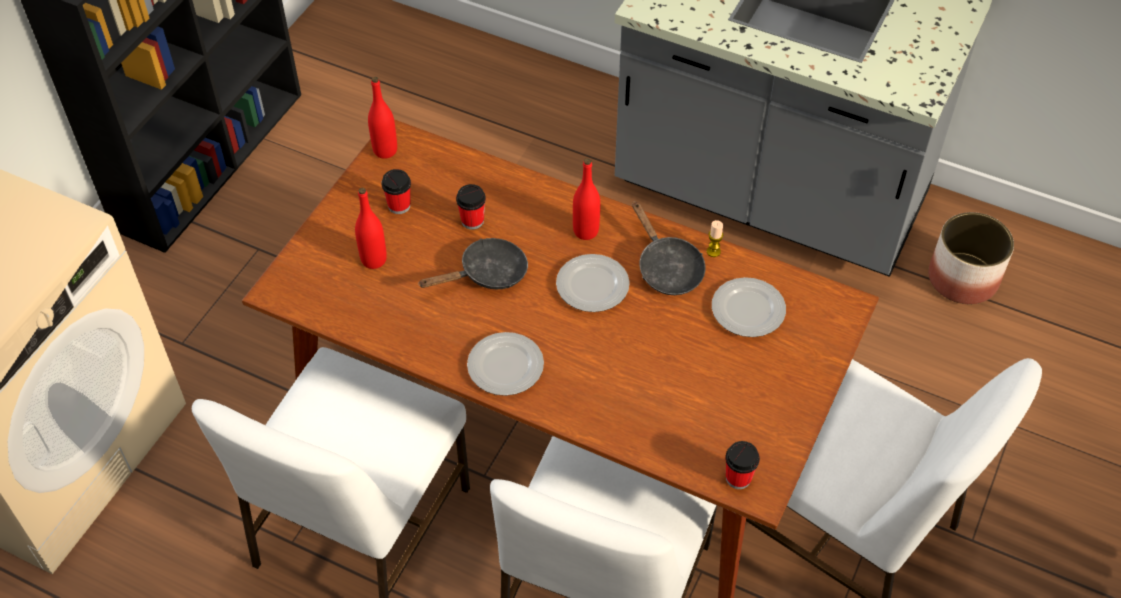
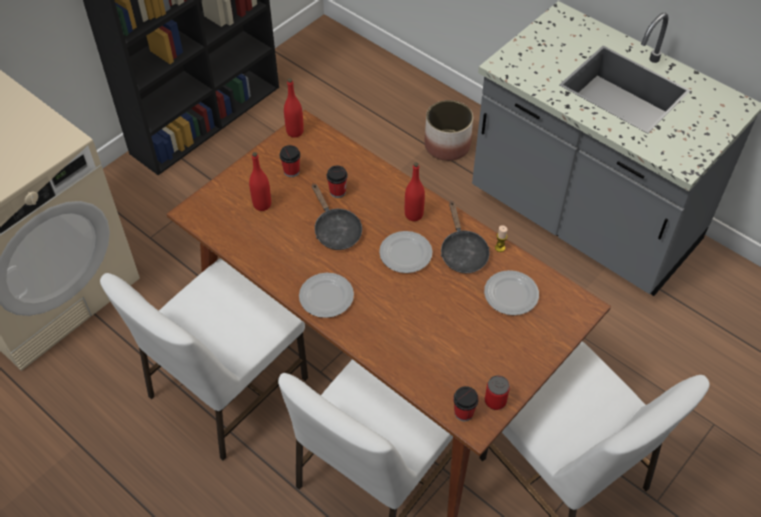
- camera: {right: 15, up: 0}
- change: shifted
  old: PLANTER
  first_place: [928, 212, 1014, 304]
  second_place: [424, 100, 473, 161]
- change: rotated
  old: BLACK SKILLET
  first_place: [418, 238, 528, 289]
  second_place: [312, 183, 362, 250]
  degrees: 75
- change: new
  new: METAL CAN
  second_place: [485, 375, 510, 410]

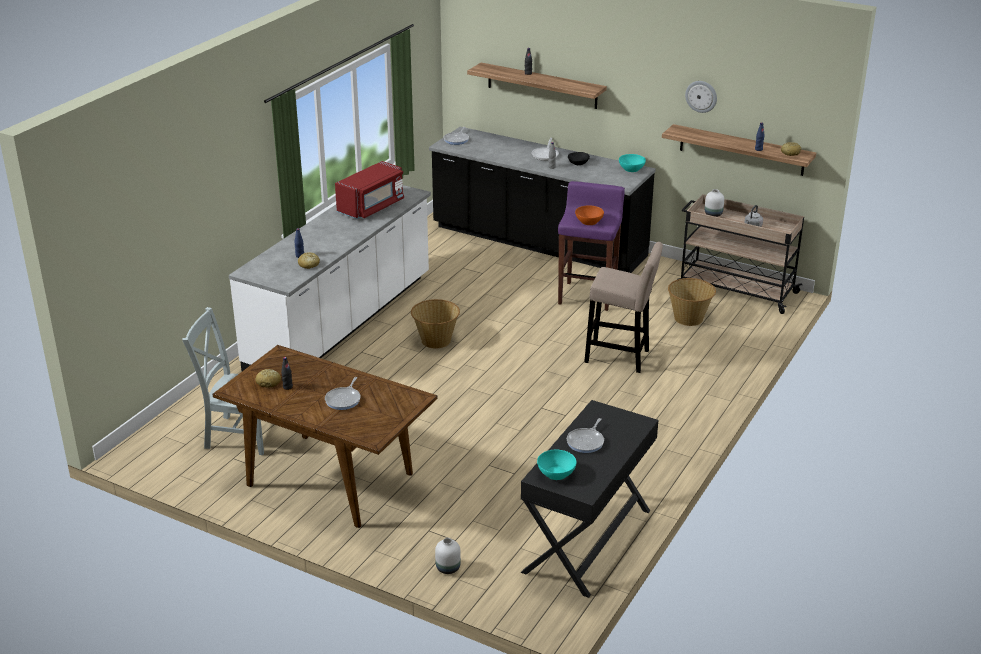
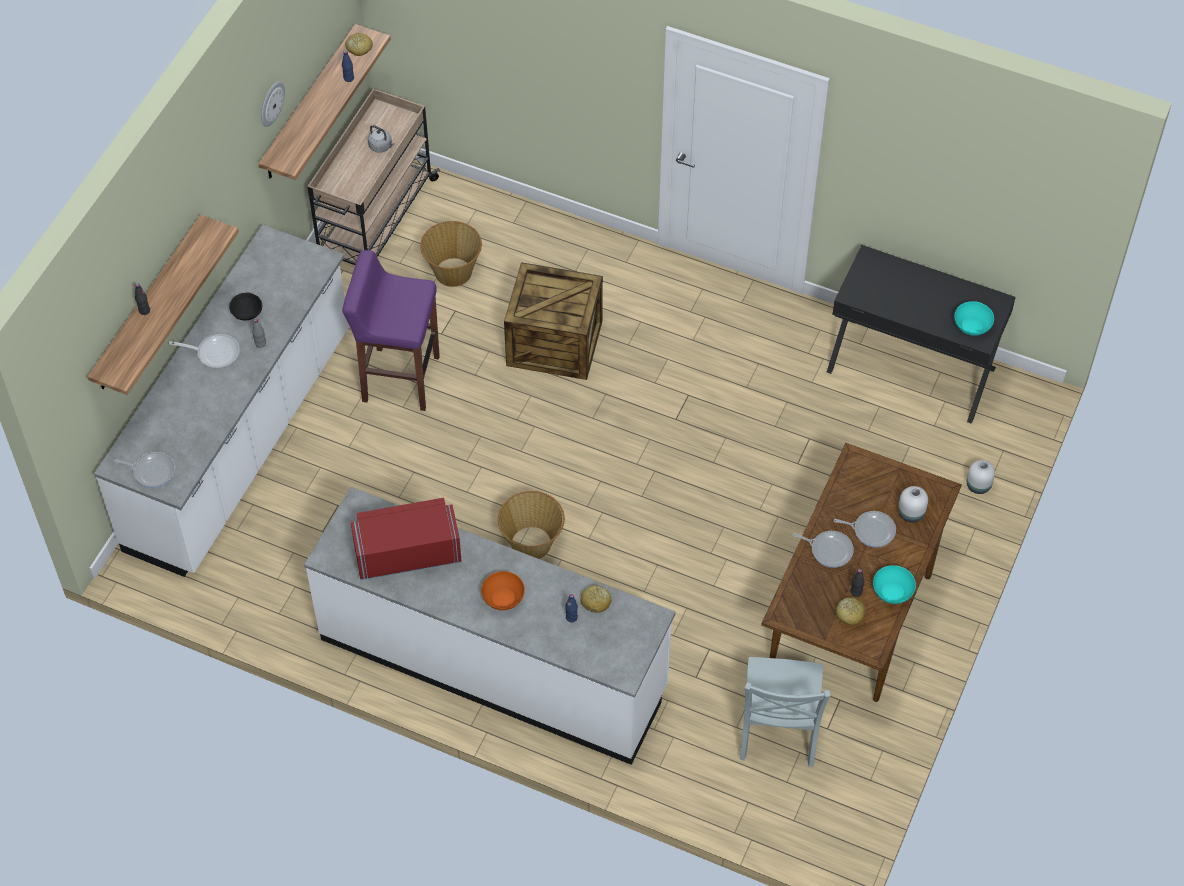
- camera: {right: -95, up: 25}
- change: repainted
  old: BLACK COUNTER
  new: WHITISH COUNTER
  first_place: [429, 127, 656, 273]
  second_place: [94, 225, 349, 577]
- change: shifted
  old: TURQUOISE-COLOURED BOWL
  first_place: [619, 154, 646, 172]
  second_place: [873, 565, 916, 604]
- change: rotated
  old: RED-COLOURED KITCHEN MICROWAVE
  first_place: [335, 161, 404, 219]
  second_place: [351, 498, 461, 580]
  degrees: -45
- change: shifted
  old: WHITISH DECORATIVE VASE
  first_place: [705, 189, 724, 217]
  second_place: [898, 486, 928, 522]
- change: shifted
  old: ORANGE-COLOURED BOWL
  first_place: [575, 205, 604, 225]
  second_place: [481, 571, 525, 610]
- change: swapped
  old: BEIGE-COLOURED SITTING STOOL
  new: PACKING CRATE
  first_place: [584, 242, 663, 373]
  second_place: [504, 262, 603, 380]
- change: shifted
  old: SKILLET
  first_place: [567, 418, 604, 453]
  second_place: [793, 531, 854, 568]

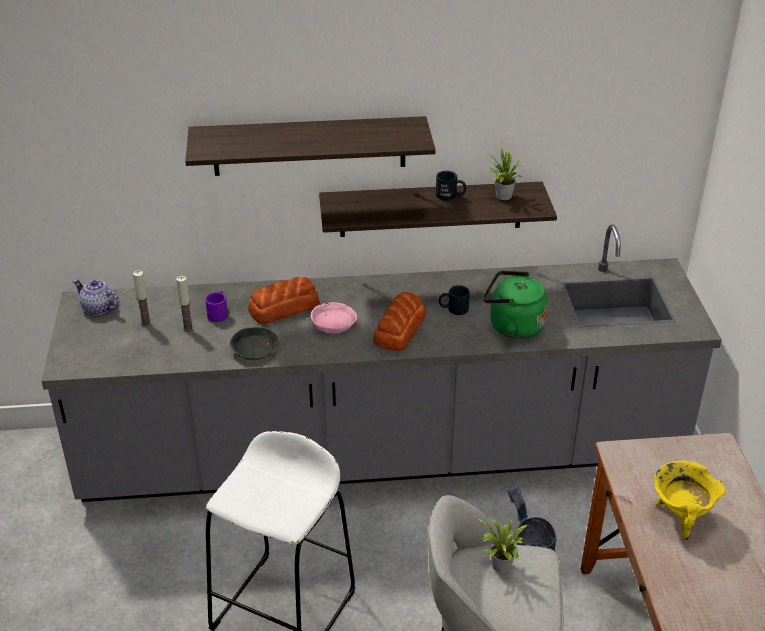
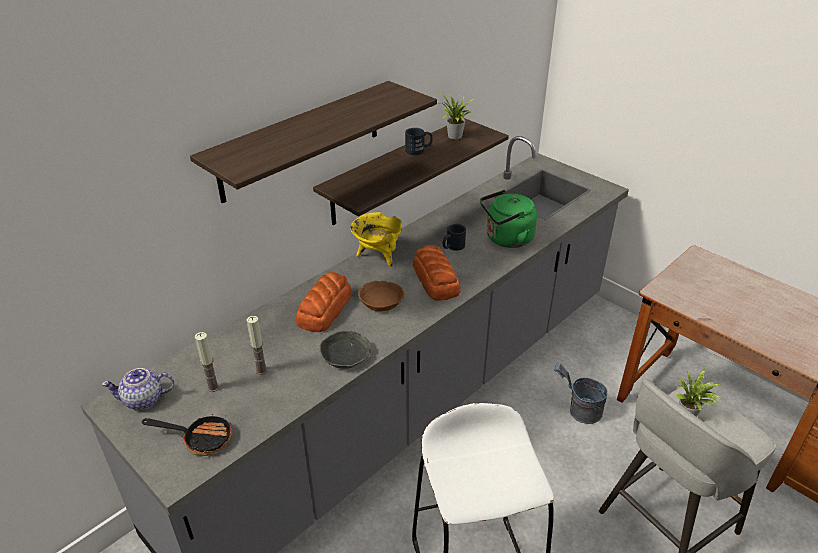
- camera: {right: -40, up: 0}
- change: gone
  old: PURPLE MUG
  first_place: [205, 291, 228, 322]
- change: repainted
  old: PINK BOWL
  new: BROWN-COLOURED BOWL
  first_place: [311, 302, 357, 333]
  second_place: [358, 281, 404, 311]
- change: shifted
  old: YELLOW-COLOURED COOKING POT
  first_place: [654, 461, 725, 540]
  second_place: [350, 212, 402, 267]
- change: new
  new: SKILLET
  second_place: [142, 414, 232, 456]

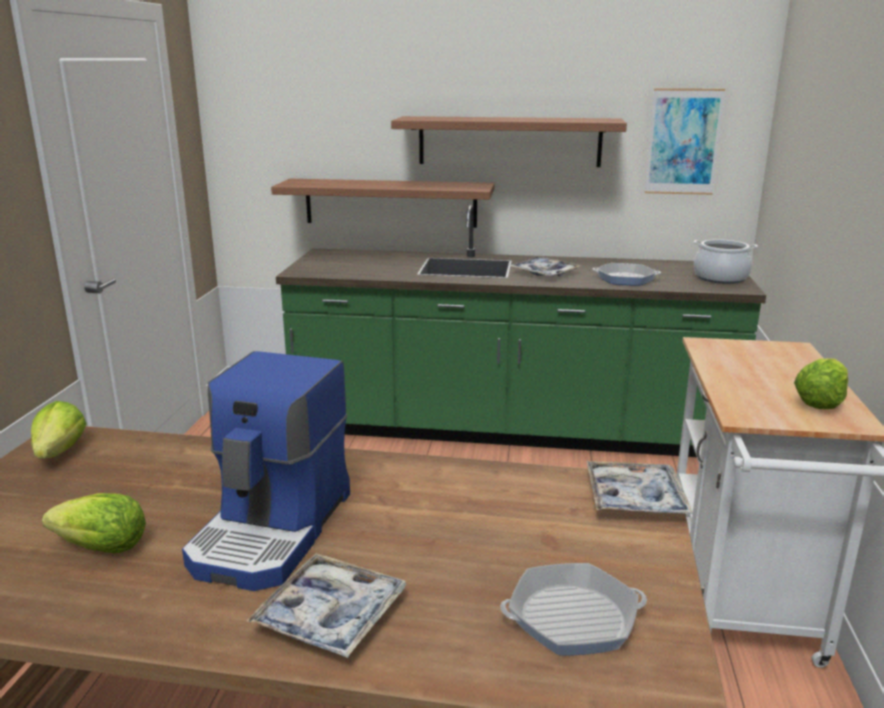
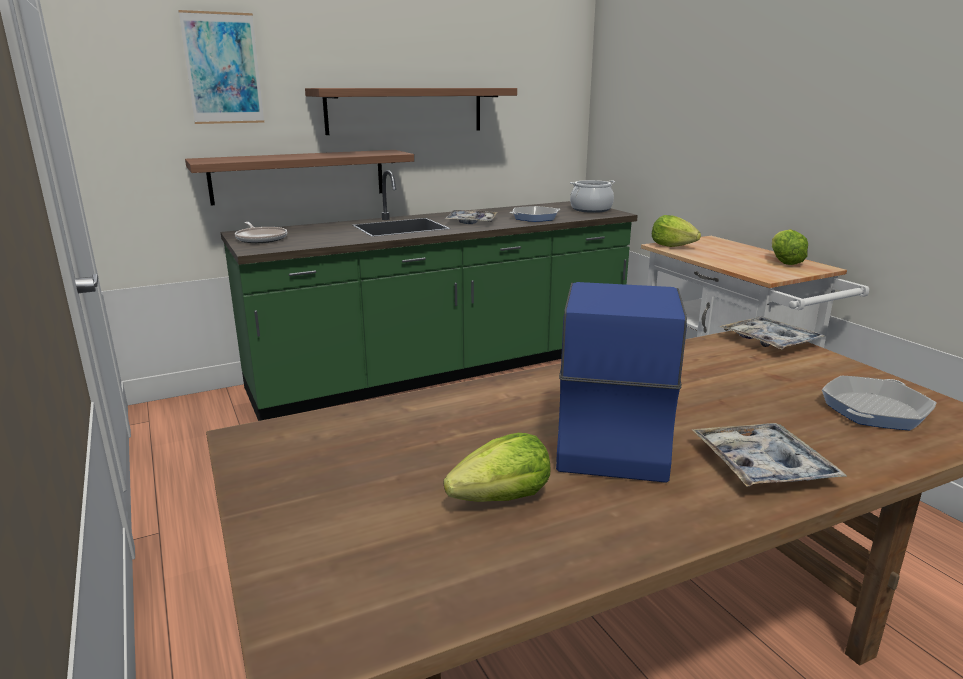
- camera: {right: -35, up: 0}
- change: shifted
  old: WALL PICTURE
  first_place: [645, 88, 725, 195]
  second_place: [178, 10, 264, 124]
- change: rotated
  old: COFFEE MAKER
  first_place: [182, 351, 350, 591]
  second_place: [556, 282, 687, 483]
  degrees: -150
- change: shifted
  old: LETTUCE
  first_place: [31, 401, 87, 459]
  second_place: [652, 215, 701, 247]
- change: new
  new: SKILLET
  second_place: [235, 222, 287, 243]

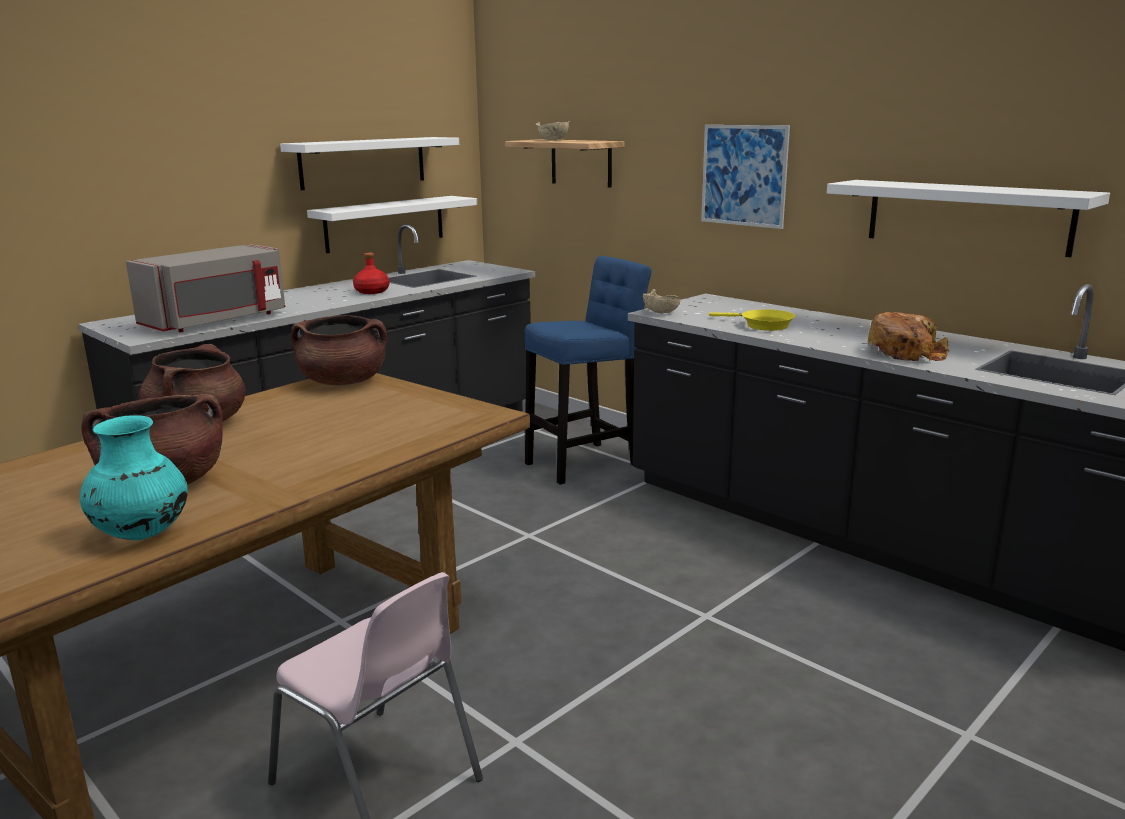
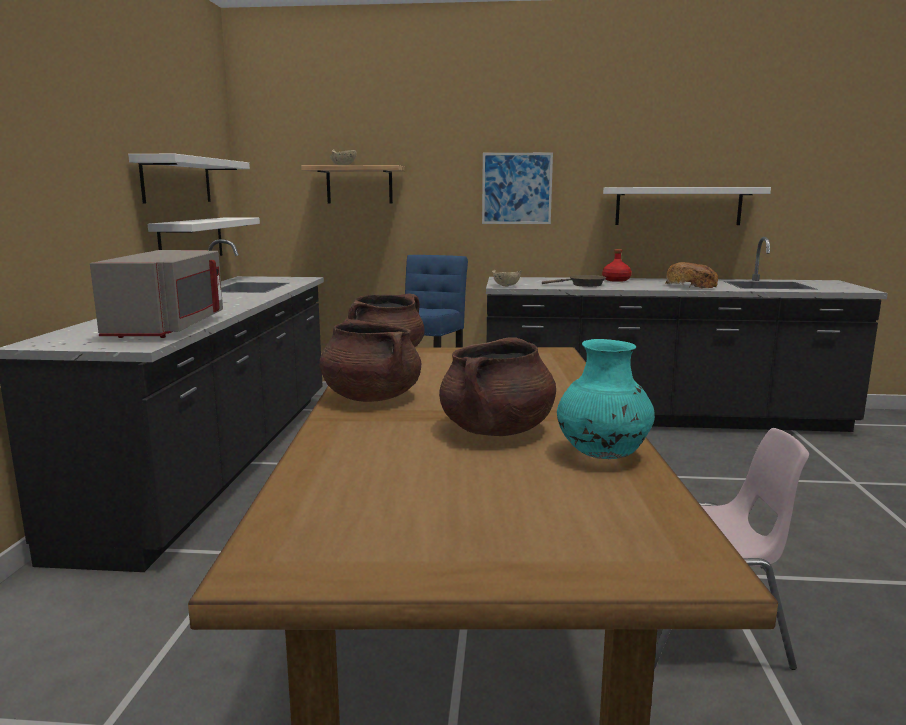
- camera: {right: -40, up: -5}
- change: shifted
  old: RED-COLOURED BEVERAGE BOTTLE
  first_place: [353, 253, 390, 294]
  second_place: [602, 249, 632, 282]
- change: repainted
  old: YELLOW-COLOURED SKILLET
  new: BROWN-COLOURED SKILLET
  first_place: [709, 309, 795, 331]
  second_place: [542, 275, 606, 287]

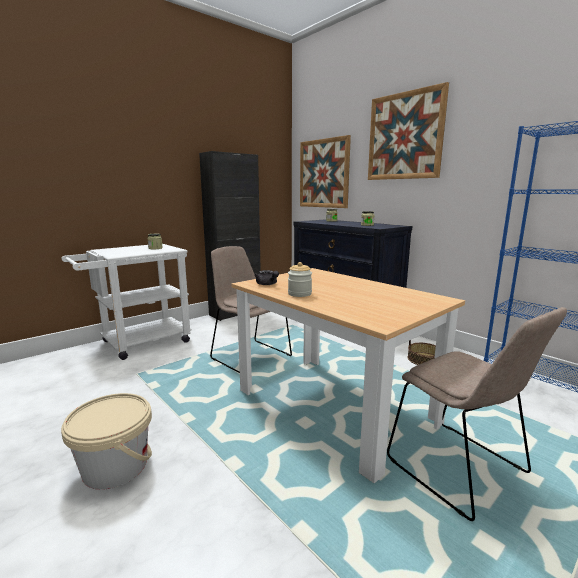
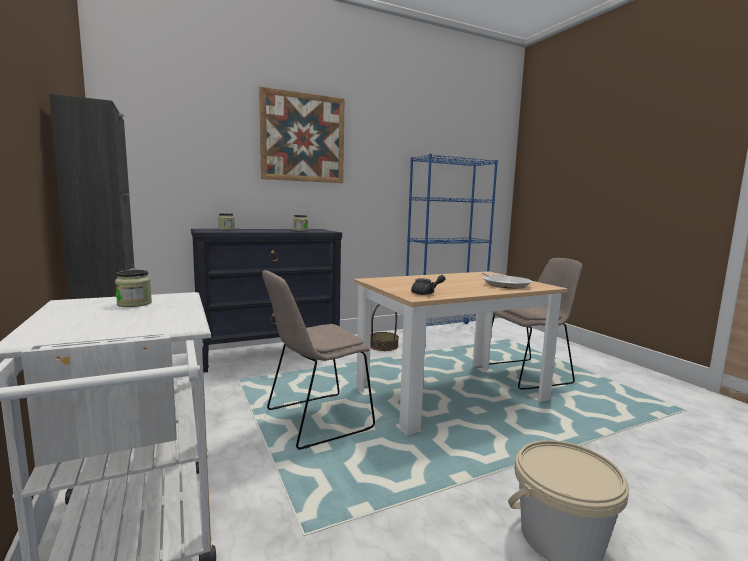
- camera: {right: -75, up: -5}
- change: gone
  old: WALL PICTURE
  first_place: [300, 135, 351, 208]
- change: gone
  old: JAR
  first_place: [288, 262, 312, 297]
- change: new
  new: SKILLET
  second_place: [482, 273, 532, 289]

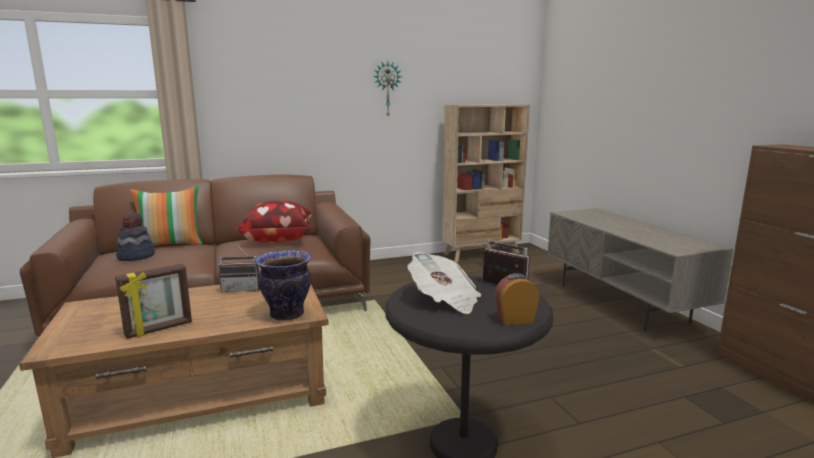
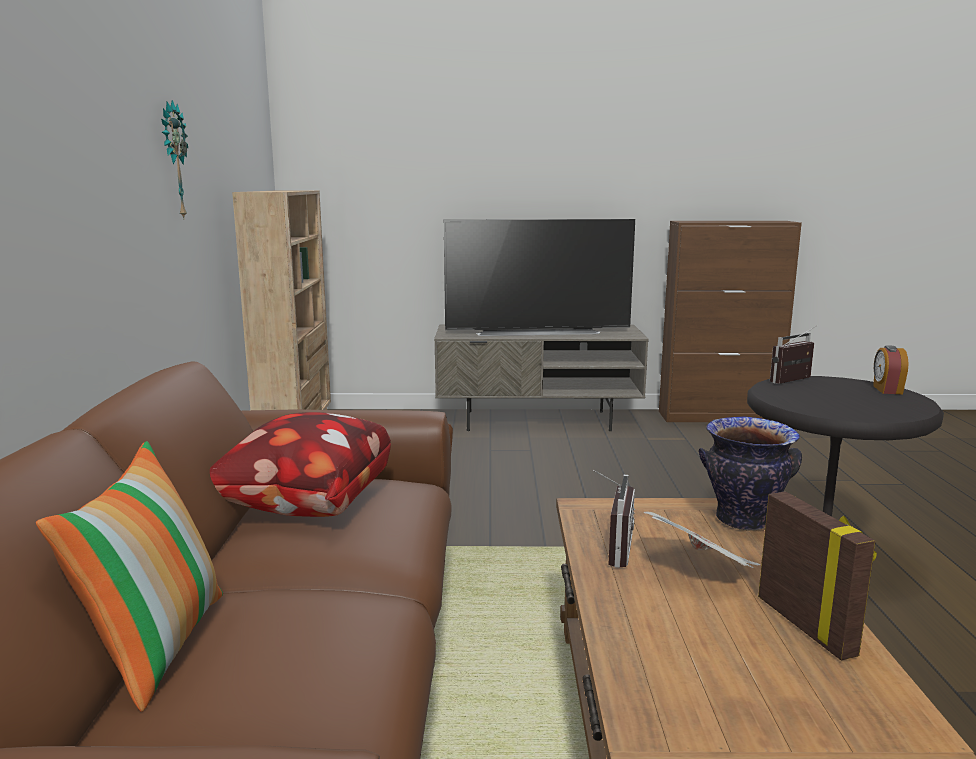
- camera: {right: -70, up: 0}
- change: gone
  old: HAT
  first_place: [116, 212, 155, 261]
- change: shifted
  old: NEWSPAPER
  first_place: [407, 252, 481, 314]
  second_place: [643, 511, 761, 568]
- change: new
  new: TELEVISION
  second_place: [444, 219, 635, 336]

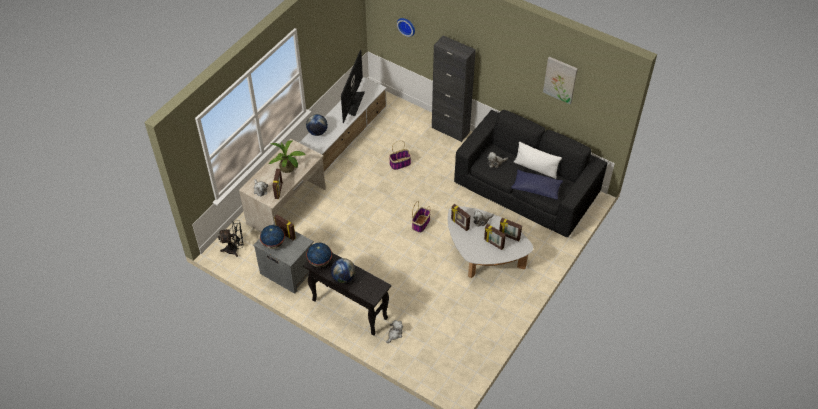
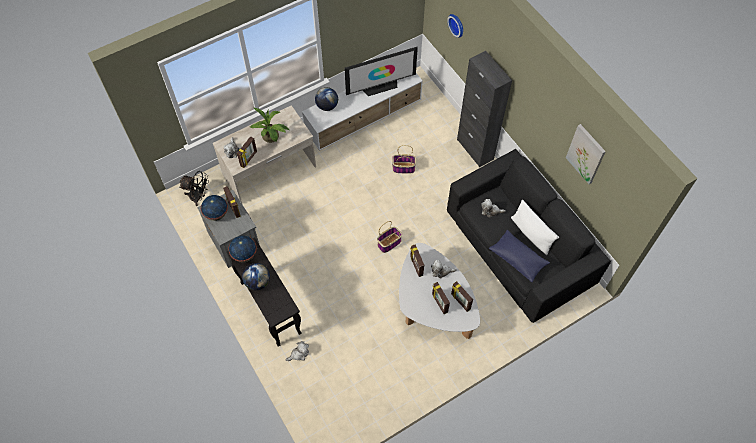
- camera: {right: 25, up: 10}
- change: rotated
  old: TELEVISION
  first_place: [341, 50, 365, 123]
  second_place: [344, 47, 418, 96]
  degrees: -150

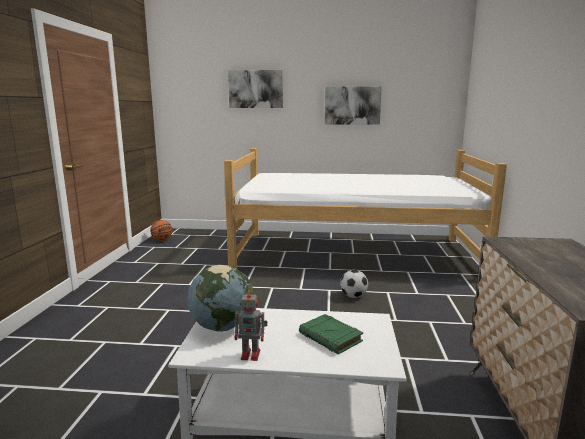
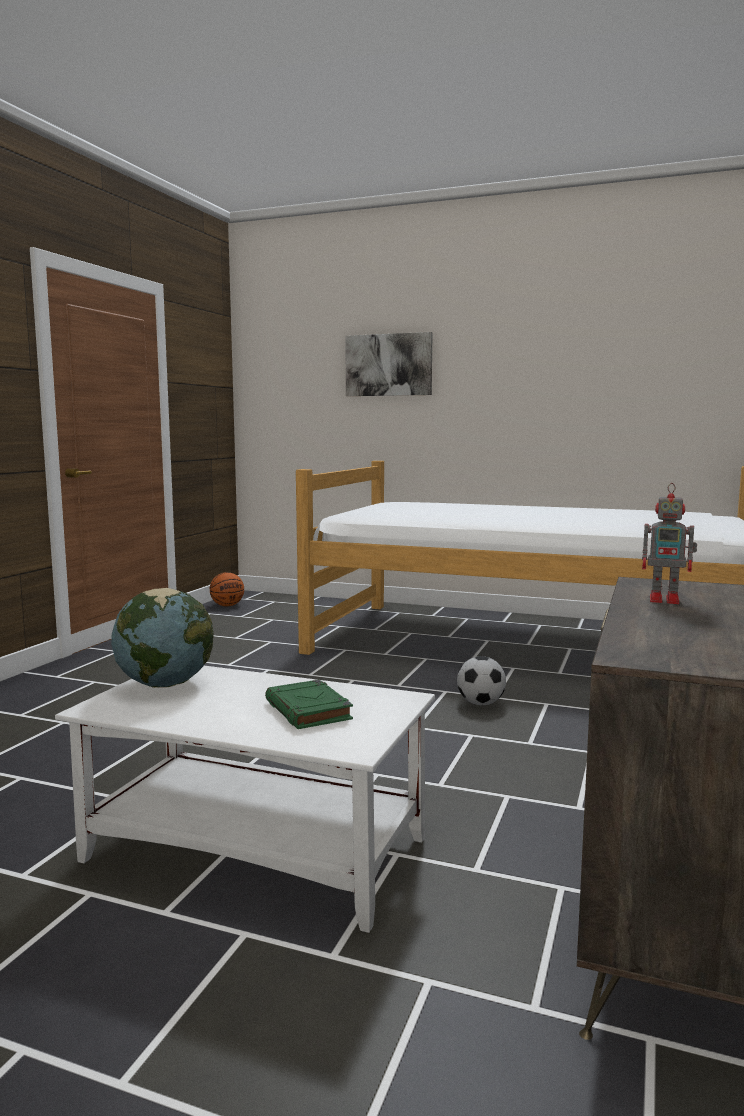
- camera: {right: 15, up: -5}
- change: gone
  old: WALL PICTURE
  first_place: [325, 86, 382, 125]
- change: shifted
  old: TOY ROBOT
  first_place: [235, 288, 268, 361]
  second_place: [642, 483, 697, 604]

